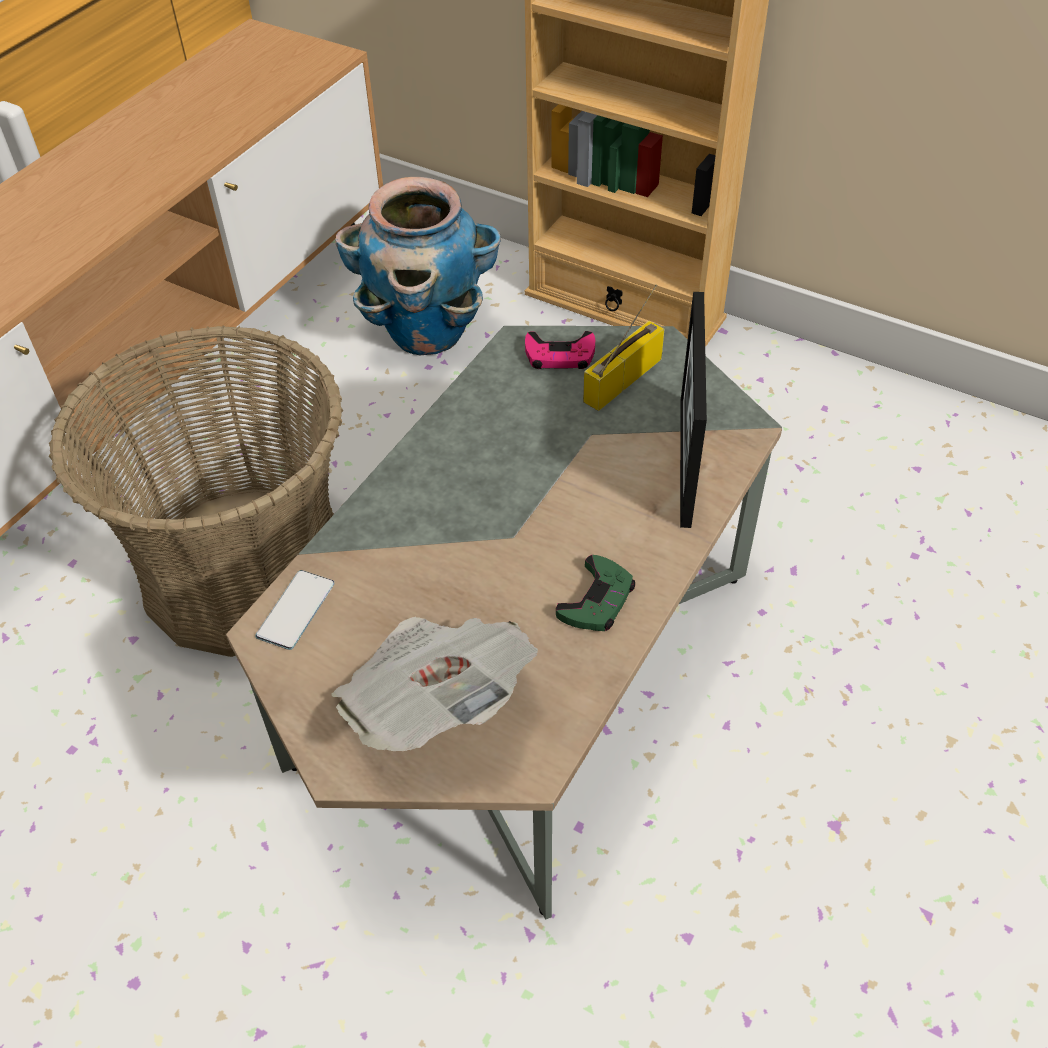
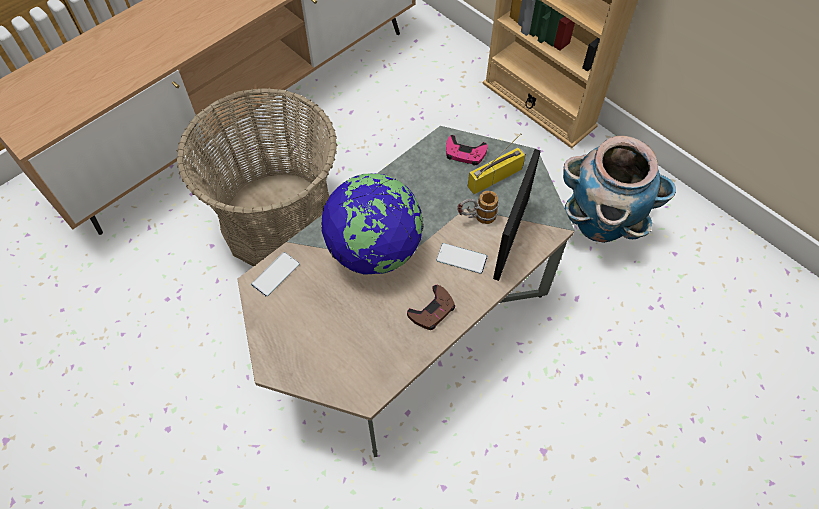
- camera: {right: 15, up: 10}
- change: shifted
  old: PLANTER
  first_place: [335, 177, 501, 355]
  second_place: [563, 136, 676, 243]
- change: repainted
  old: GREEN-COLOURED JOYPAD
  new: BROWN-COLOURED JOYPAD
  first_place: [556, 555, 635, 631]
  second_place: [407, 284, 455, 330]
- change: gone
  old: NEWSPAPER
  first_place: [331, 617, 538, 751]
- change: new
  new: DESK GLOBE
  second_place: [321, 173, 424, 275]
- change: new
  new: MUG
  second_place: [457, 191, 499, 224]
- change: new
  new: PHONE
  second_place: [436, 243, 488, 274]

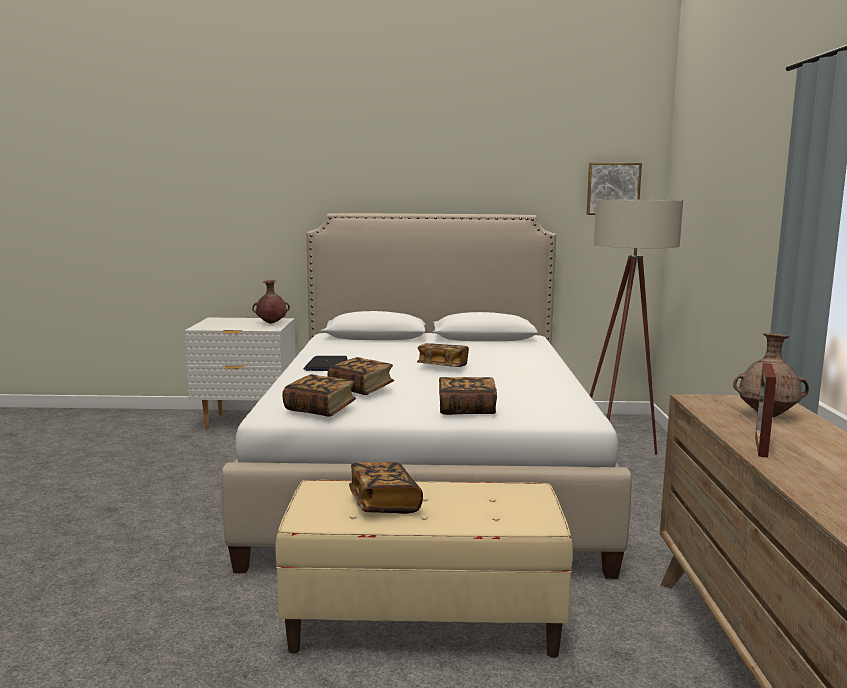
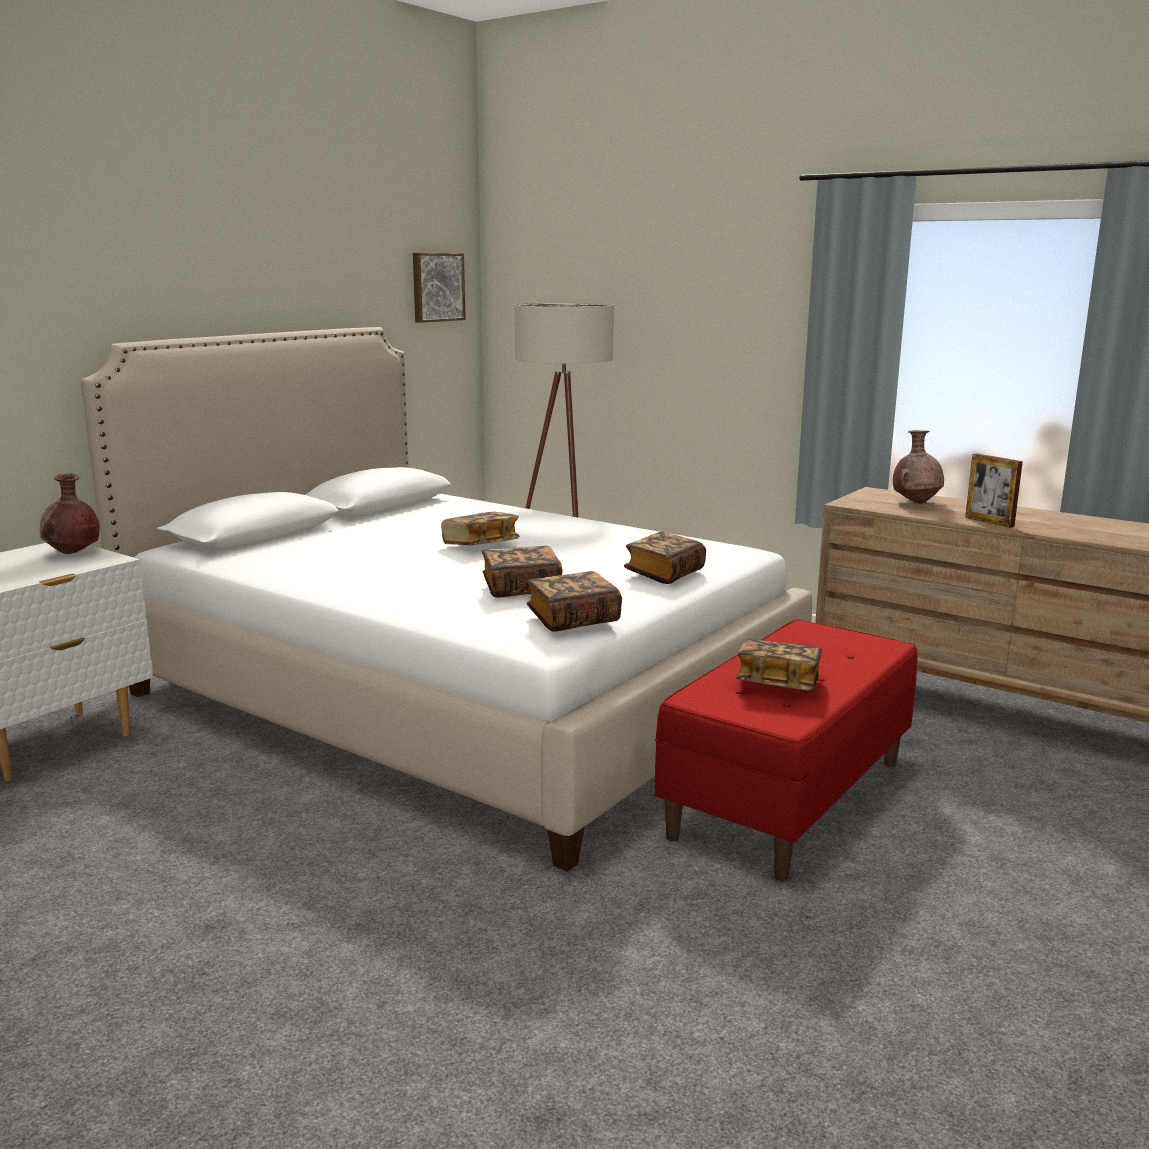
- camera: {right: -55, up: 5}
- change: gone
  old: PORTABLE COMPUTER
  first_place: [303, 356, 348, 371]
- change: repainted
  old: BEIGE-COLOURED INDOOR BENCH
  new: RED-COLOURED INDOOR BENCH
  first_place: [275, 480, 573, 658]
  second_place: [655, 619, 917, 881]

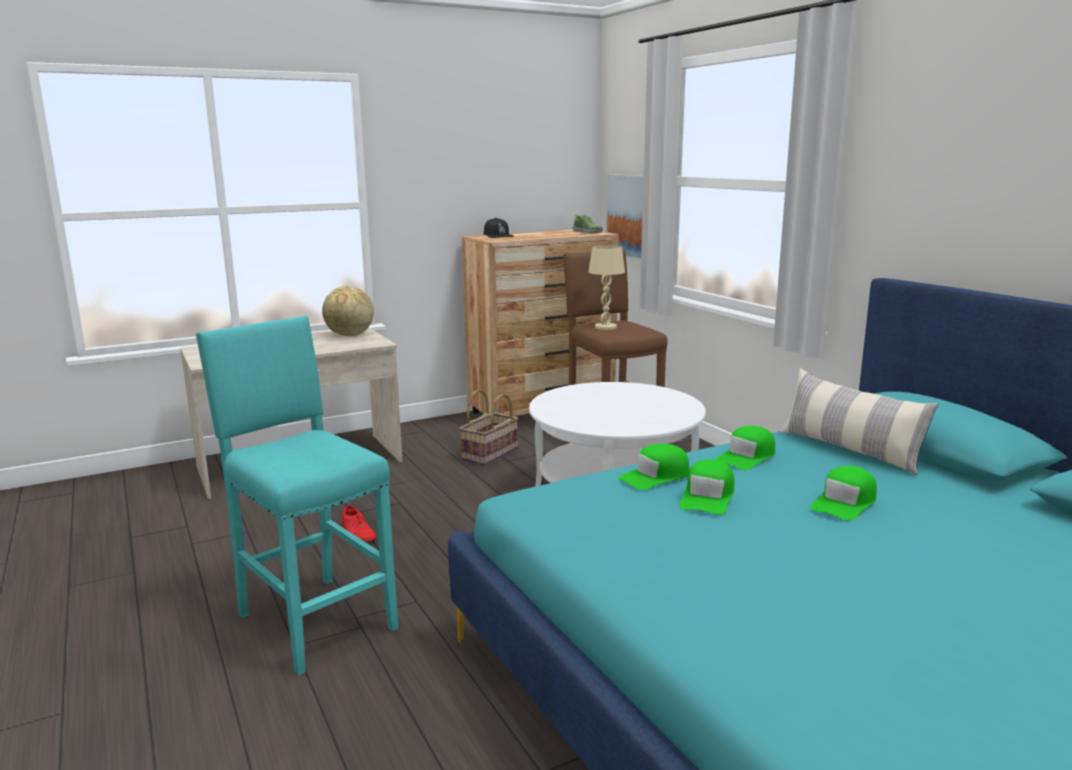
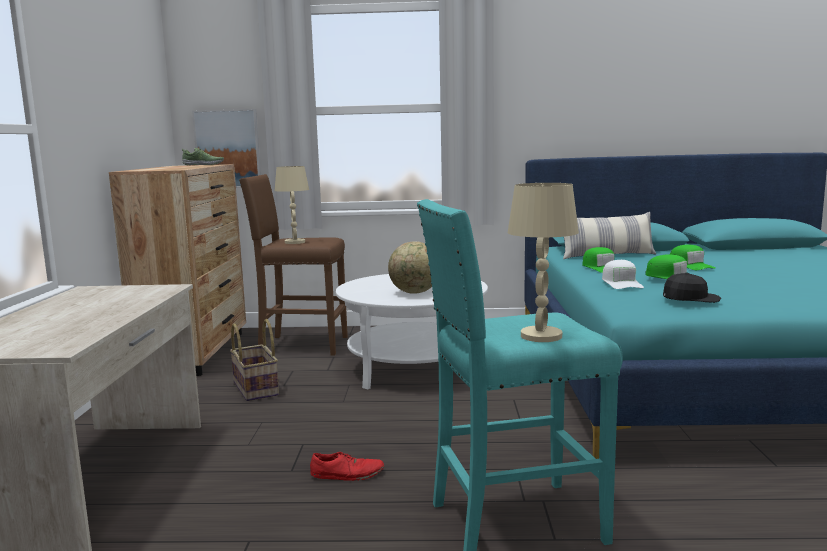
- camera: {right: -60, up: -5}
- change: shifted
  old: BLACK CAP
  first_place: [484, 218, 514, 238]
  second_place: [663, 273, 721, 303]
- change: shifted
  old: DESK GLOBE
  first_place: [322, 286, 374, 336]
  second_place: [388, 241, 432, 294]
- change: repainted
  old: GREEN-COLOURED CAP
  new: WHITISH CAP
  first_place: [618, 444, 690, 490]
  second_place: [602, 260, 644, 289]
- change: new
  new: BEIGE-COLOURED TABLE LAMP
  second_place: [508, 183, 579, 342]

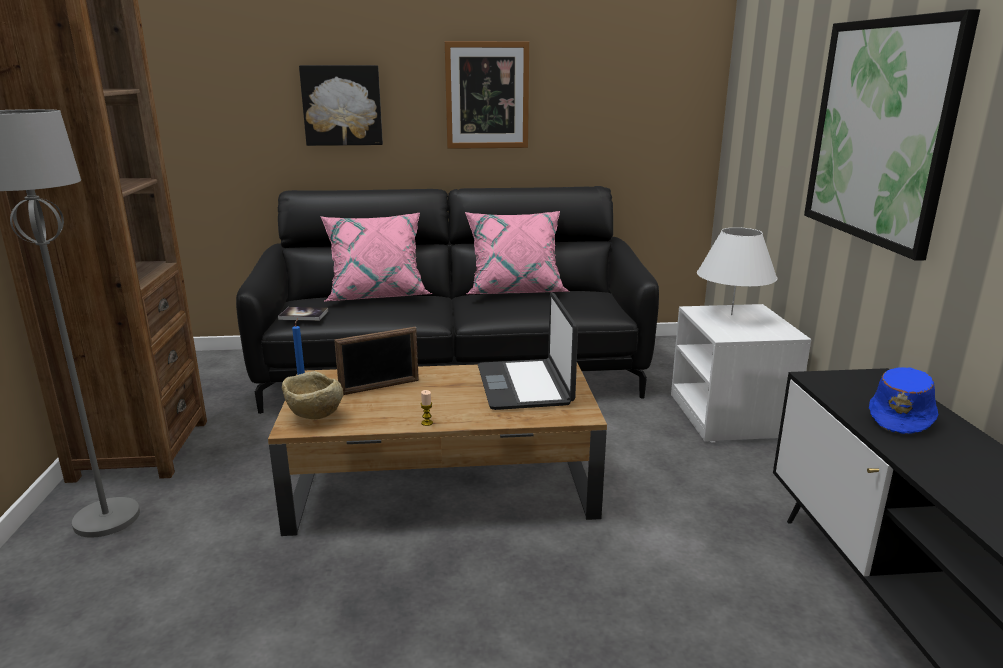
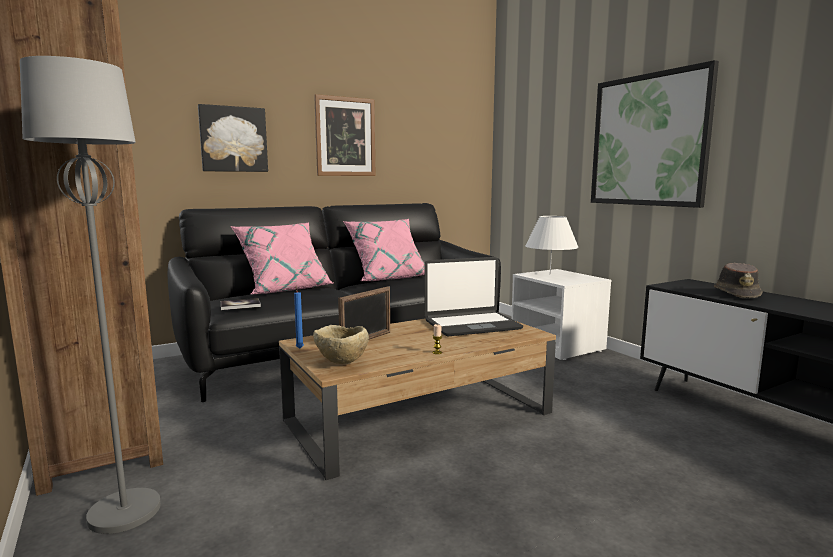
- camera: {right: -25, up: -10}
- change: rotated
  old: PORTABLE COMPUTER
  first_place: [478, 292, 578, 410]
  second_place: [424, 257, 523, 336]
  degrees: -75
- change: repainted
  old: BLUISH HAT
  new: BROWN-COLOURED HAT
  first_place: [869, 367, 938, 434]
  second_place: [714, 263, 762, 298]

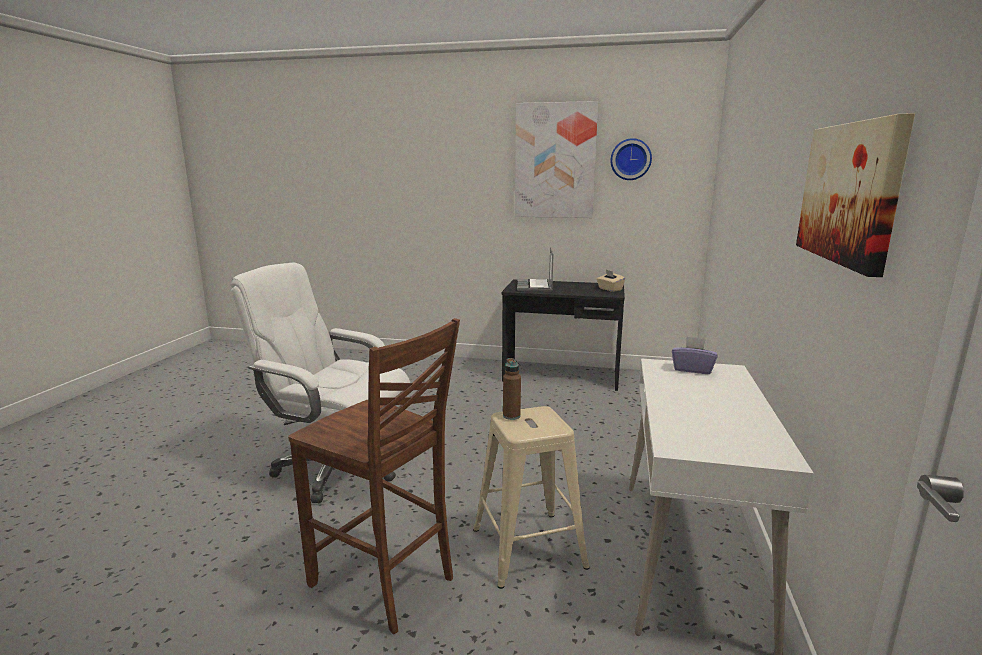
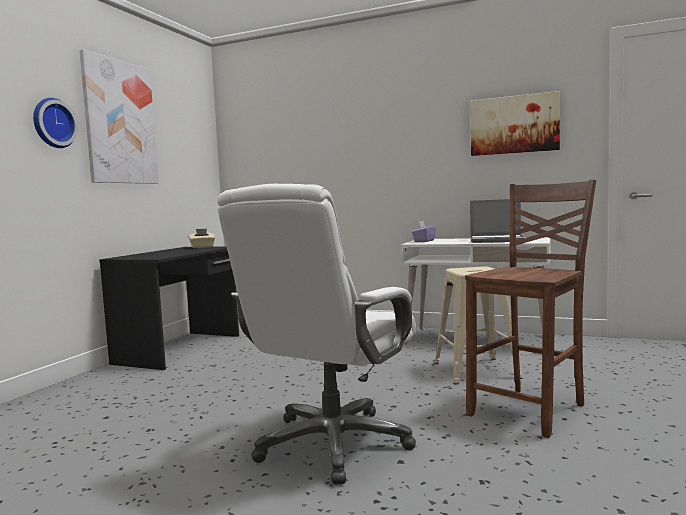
- camera: {right: -80, up: -10}
- change: shifted
  old: HANGING CLOCK
  first_place: [610, 138, 652, 180]
  second_place: [33, 98, 78, 148]
- change: shifted
  old: PORTABLE COMPUTER
  first_place: [517, 247, 553, 291]
  second_place: [470, 199, 524, 243]
- change: gone
  old: BROWN-COLOURED BEVERAGE BOTTLE
  first_place: [503, 358, 521, 420]

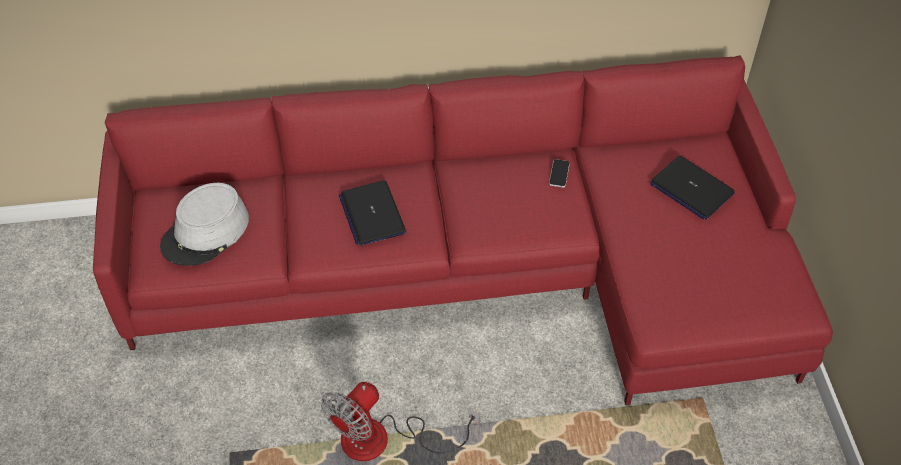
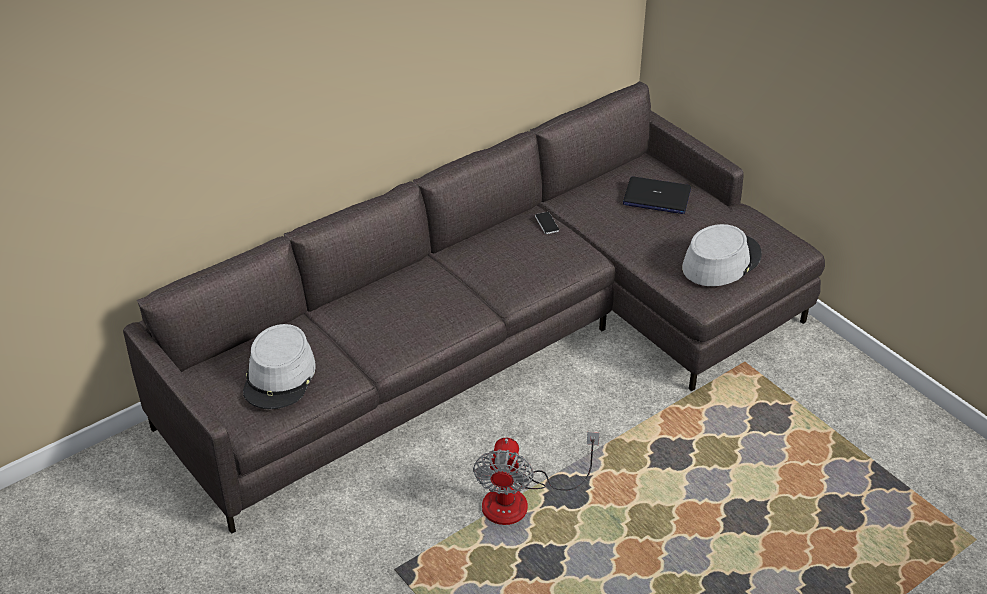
- camera: {right: -30, up: -10}
- change: repainted
  old: RED-COLOURED SETTEE
  new: GREYISH SETTEE
  first_place: [93, 55, 833, 405]
  second_place: [123, 81, 825, 534]
- change: gone
  old: PORTABLE COMPUTER
  first_place: [339, 180, 406, 246]
- change: new
  new: GREYISH HAT
  second_place: [682, 224, 762, 286]

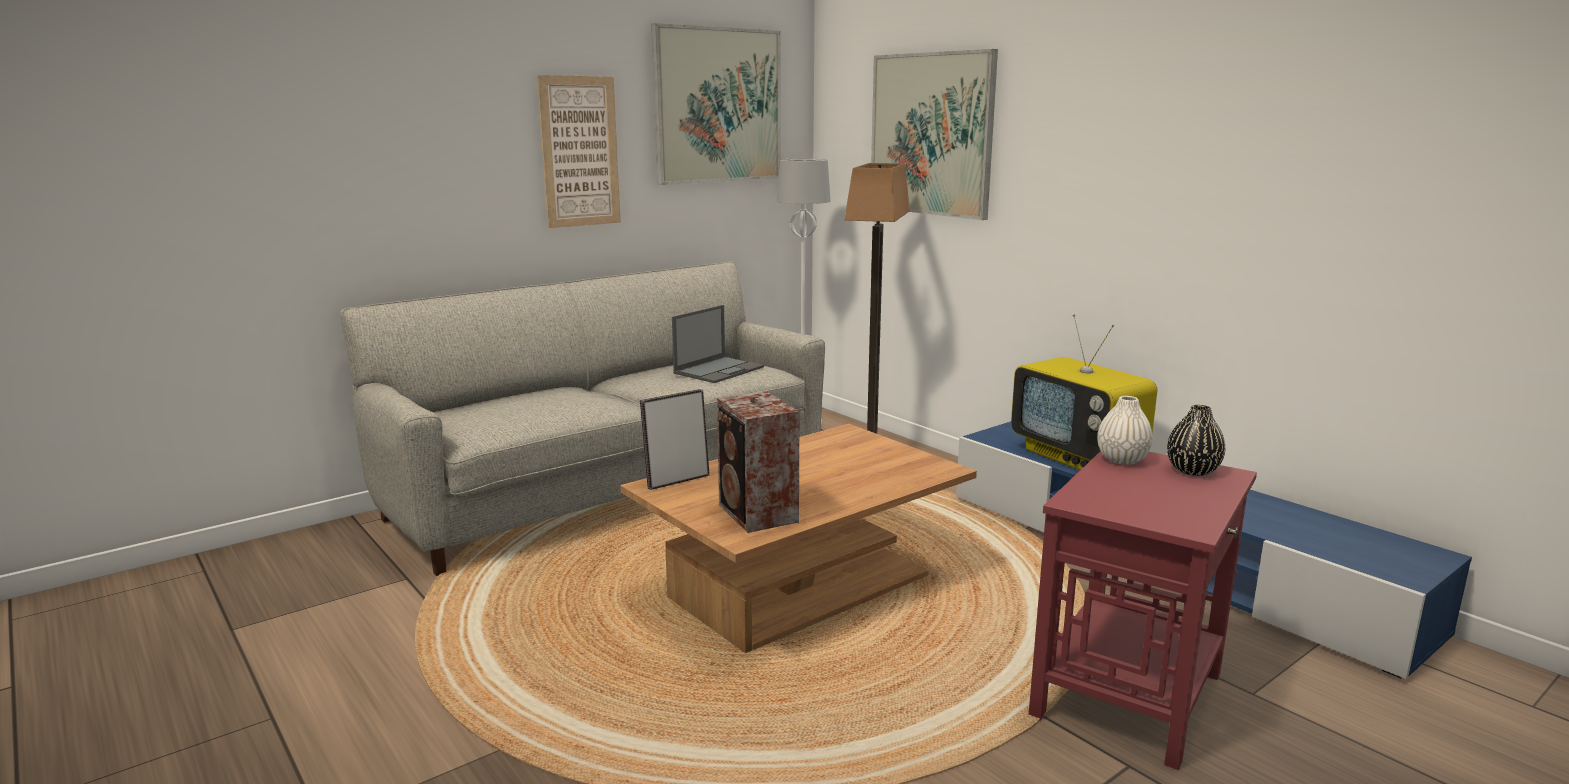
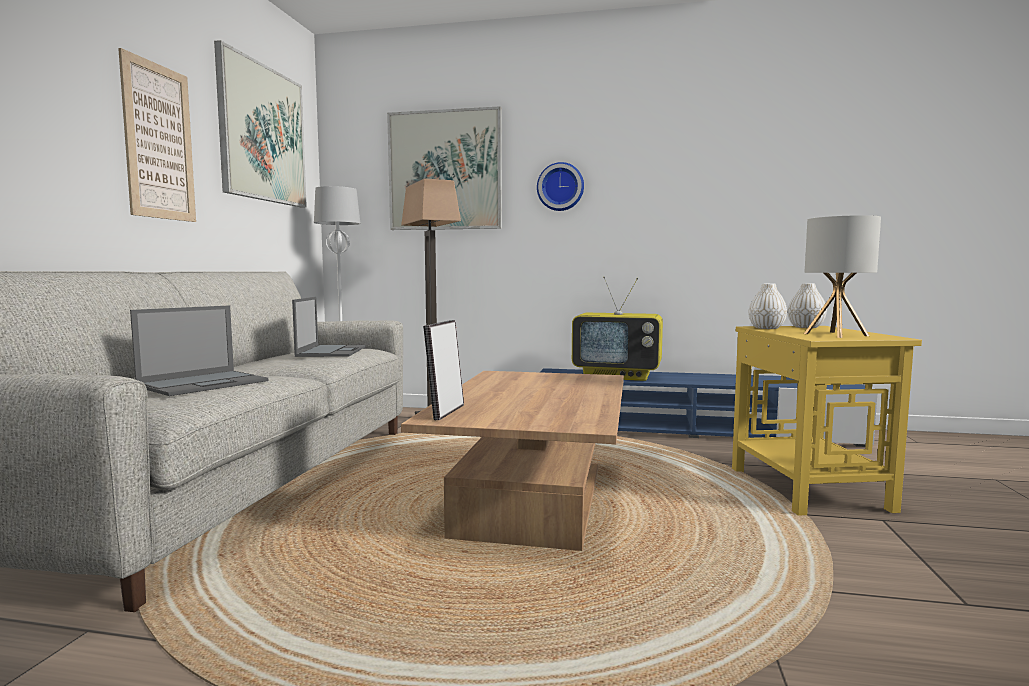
- camera: {right: -40, up: -10}
- change: gone
  old: SPEAKER
  first_place: [717, 392, 800, 533]
- change: repainted
  old: BLACK DECORATIVE VASE
  new: WHITISH DECORATIVE VASE
  first_place: [1167, 405, 1225, 476]
  second_place: [788, 283, 827, 328]
- change: repainted
  old: RED-COLOURED ACCENT TABLE
  new: YELLOW-COLOURED ACCENT TABLE
  first_place: [1029, 451, 1257, 770]
  second_place: [732, 326, 922, 516]
- change: new
  new: HANGING CLOCK
  second_place: [537, 162, 584, 211]
- change: new
  new: TABLE LAMP
  second_place: [804, 215, 881, 338]
- change: new
  new: PORTABLE COMPUTER
  second_place: [130, 305, 268, 396]

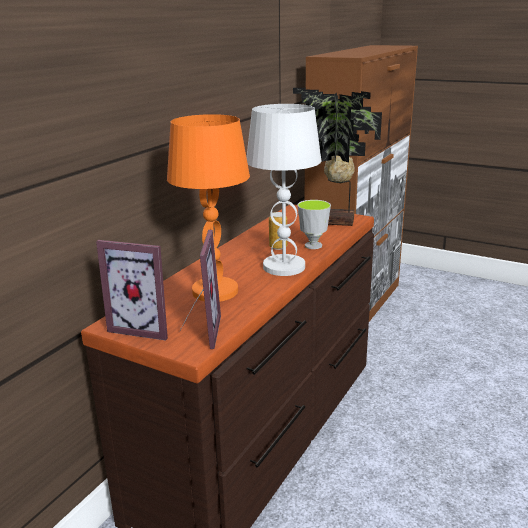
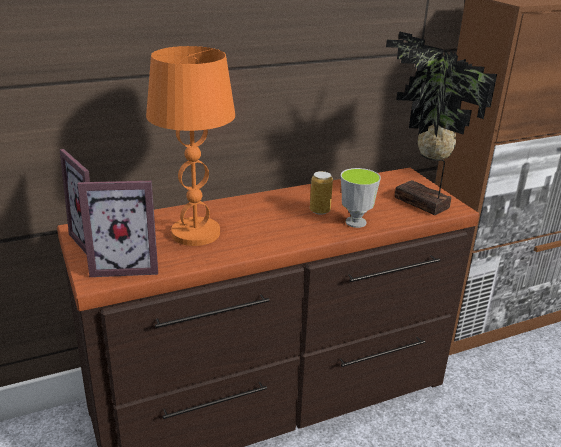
- camera: {right: 35, up: 5}
- change: gone
  old: WHITISH TABLE LAMP
  first_place: [246, 104, 321, 276]
- change: rotated
  old: STANDING FRAME
  first_place: [180, 230, 221, 349]
  second_place: [77, 181, 158, 277]
  degrees: 45

